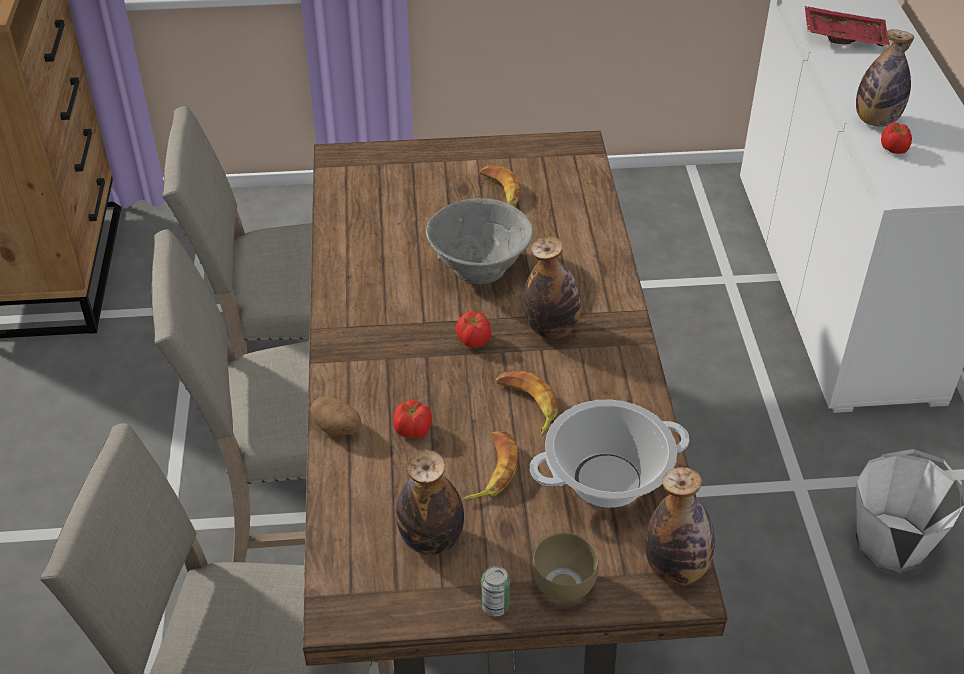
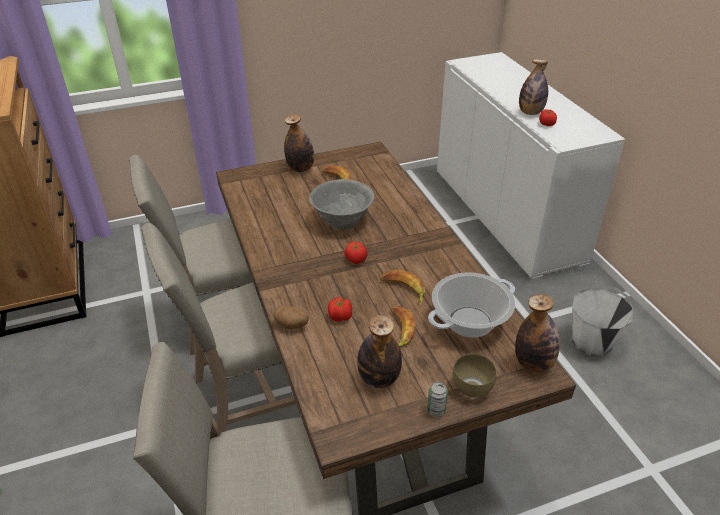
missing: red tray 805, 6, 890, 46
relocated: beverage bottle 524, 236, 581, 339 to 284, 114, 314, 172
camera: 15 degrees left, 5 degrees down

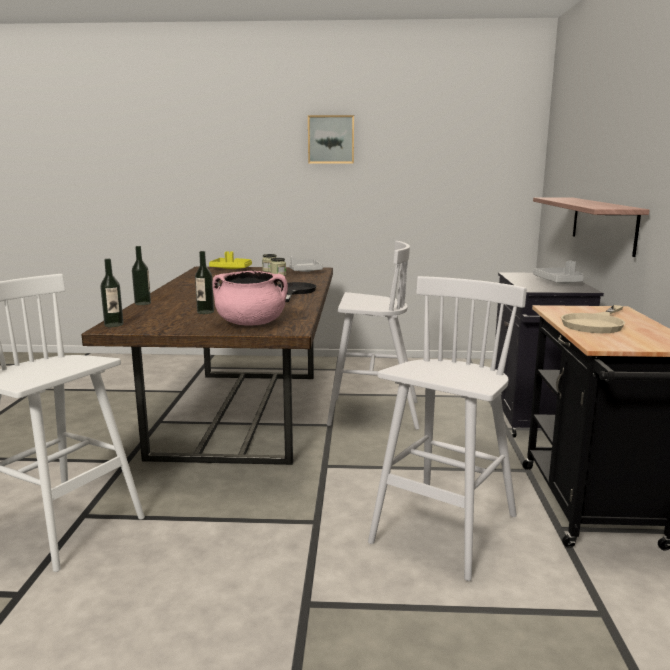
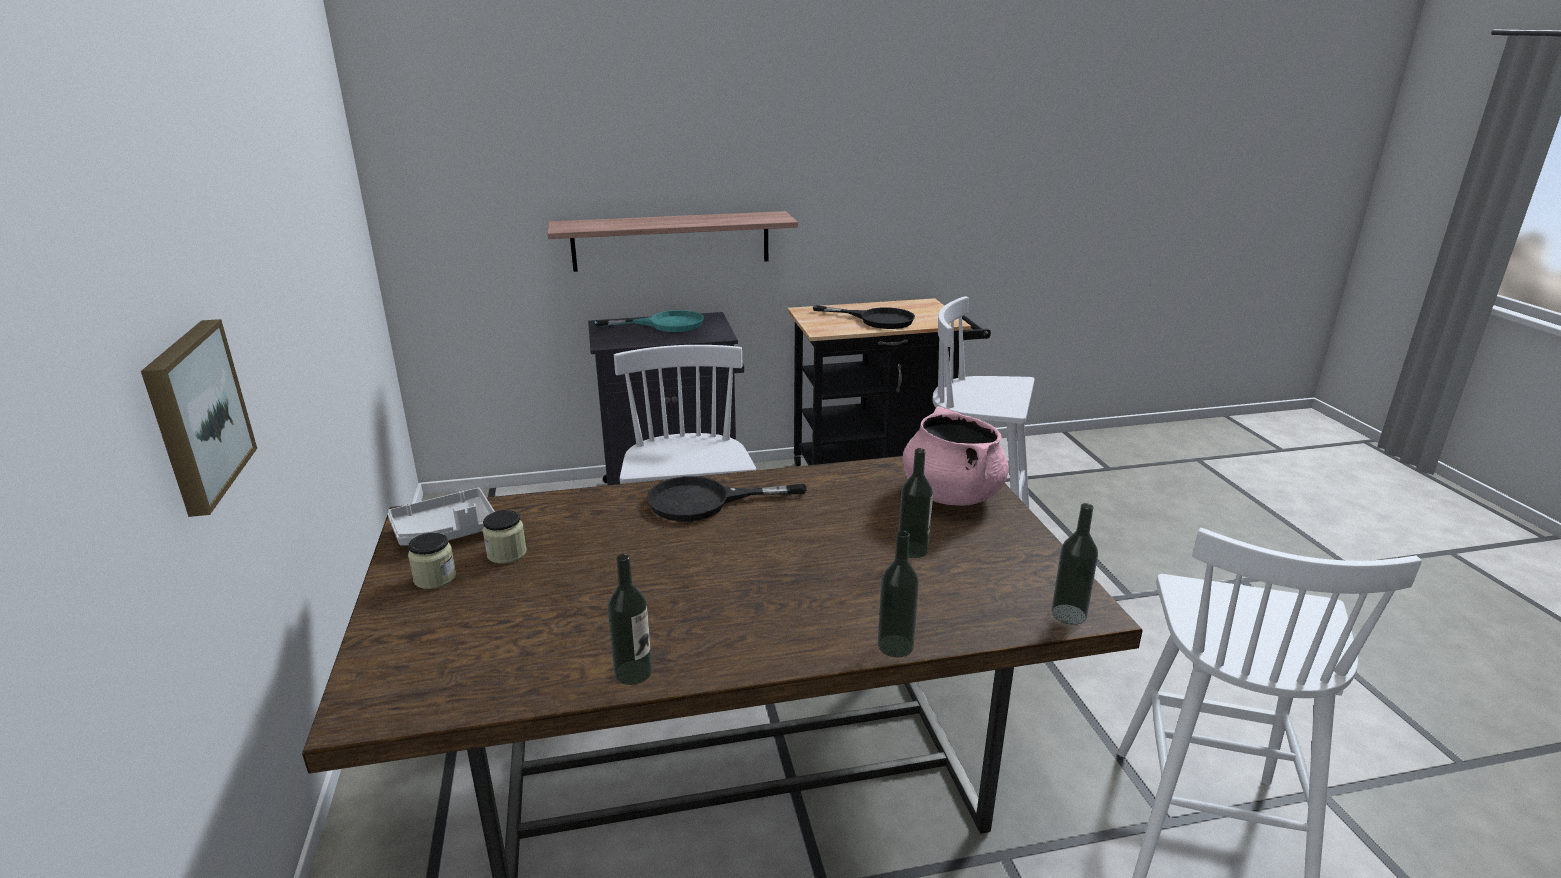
missing: yellow tray 209, 251, 252, 269
appeared: beverage bottle 608, 554, 652, 685
relocated: wall art 308, 115, 354, 164 to 141, 319, 257, 517
exchanged: grey tray 533, 261, 584, 284 to turquoise-coloured pan 595, 310, 704, 332
colour: sand-coloured pan 561, 305, 626, 333 to black-coloured pan 813, 305, 915, 329
camera: 105 degrees left, 10 degrees up

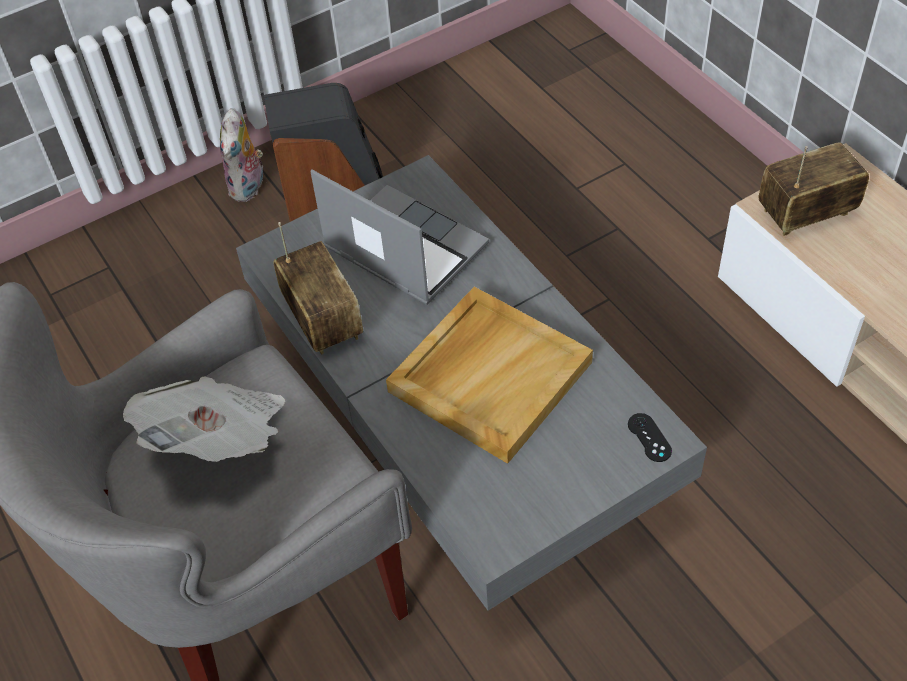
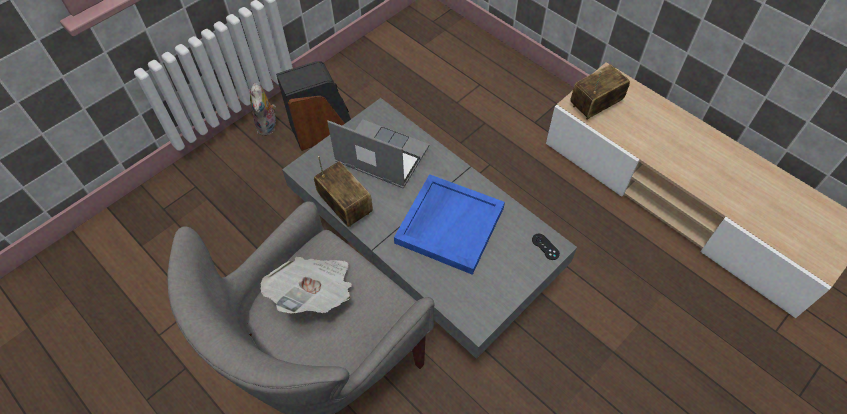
colour: sand-coloured tray 386, 287, 593, 464 to bluish tray 394, 174, 505, 275
camera: 15 degrees left, 5 degrees up

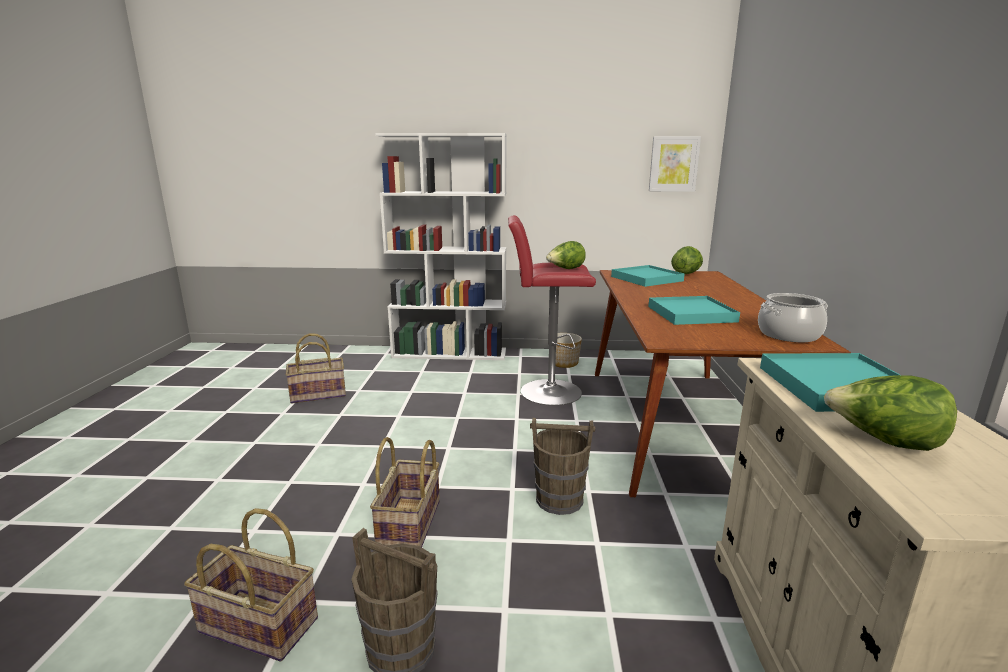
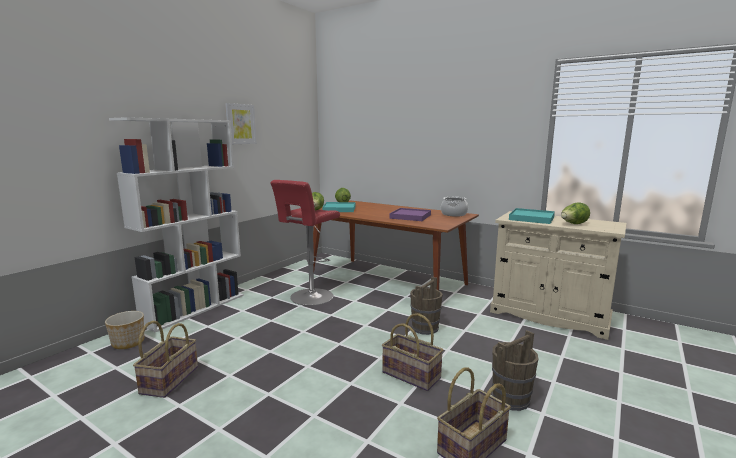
relocated: plant pot 555, 333, 582, 368 to 105, 311, 144, 349; wall art 649, 136, 701, 192 to 225, 103, 257, 144
colour: turquoise-coloured tray 648, 296, 740, 325 to purplish tray 389, 208, 431, 221
camera: 60 degrees left, 5 degrees down

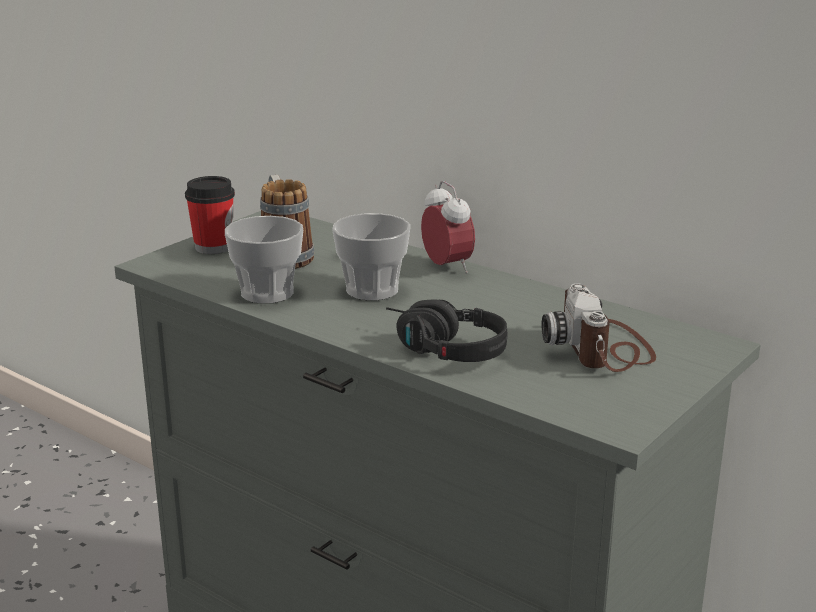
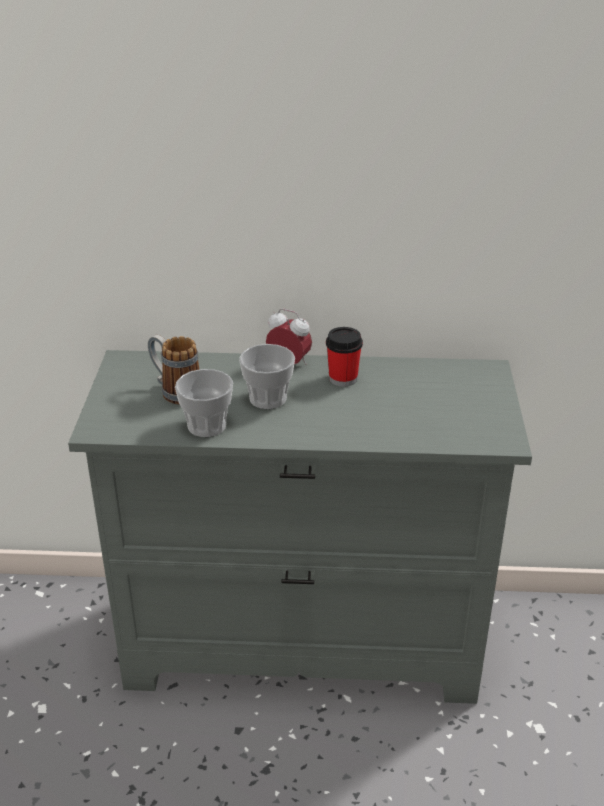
missing: black-coloured headphones 386, 299, 507, 362; photo camera 541, 283, 656, 372
relocated: drinking cup 185, 176, 235, 254 to 326, 327, 363, 387
camera: 35 degrees left, 10 degrees up

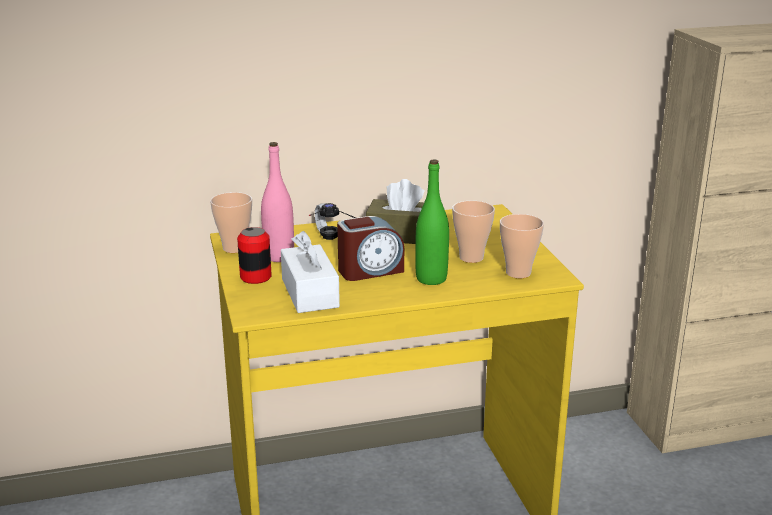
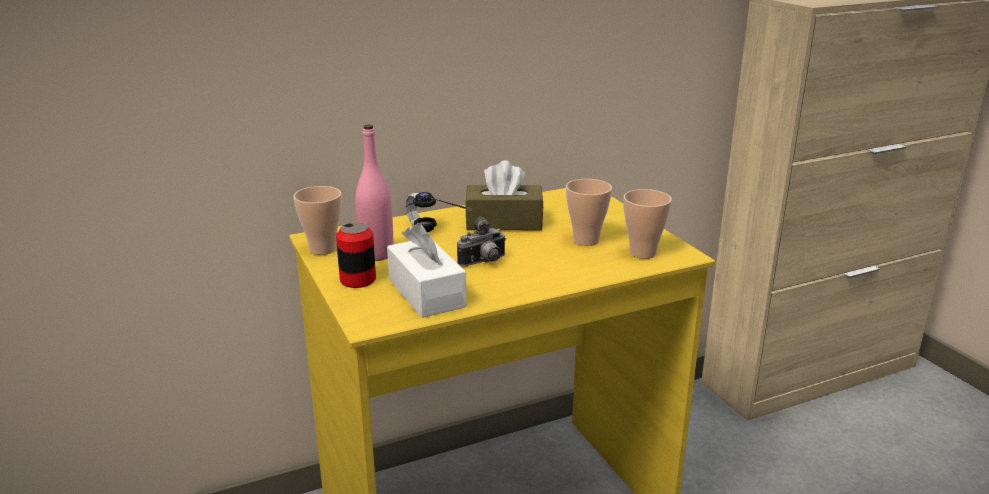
missing: green-coloured beverage bottle 415, 159, 449, 285
exchanged: table clock 337, 216, 404, 281 to photo camera 457, 216, 506, 267
camera: 10 degrees left, 0 degrees up

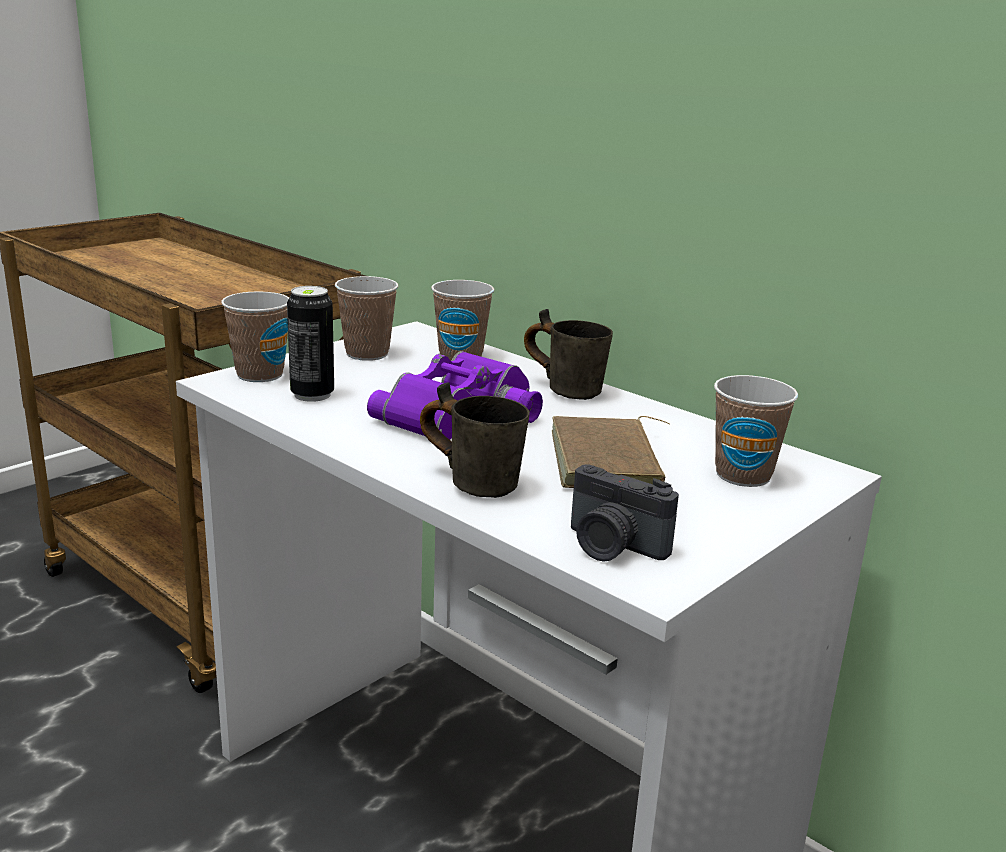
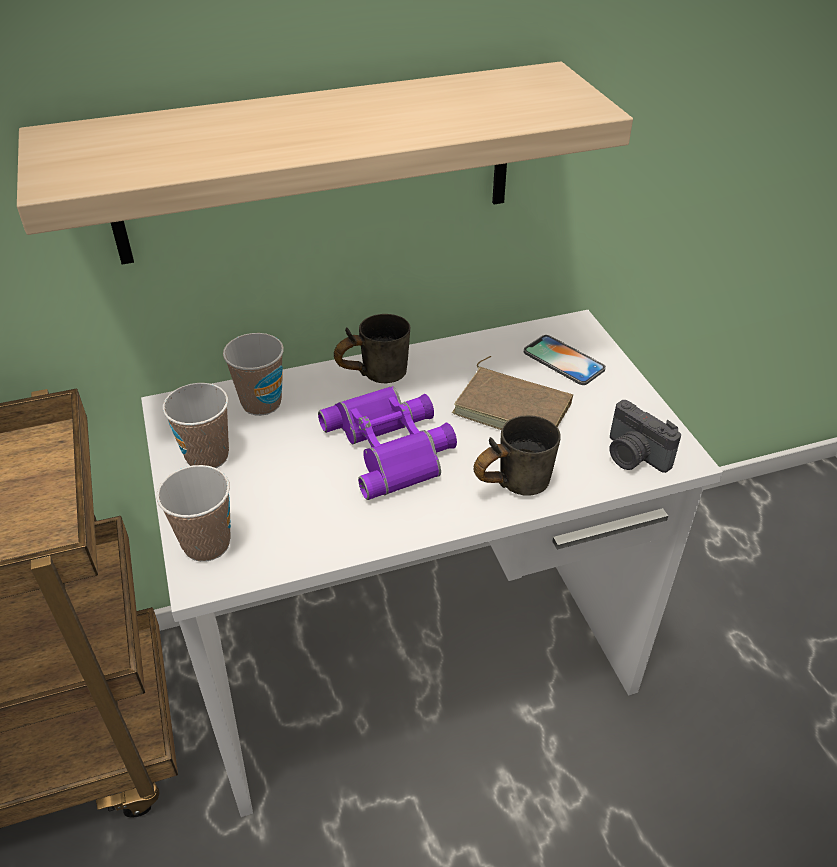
missing: sealed can 287, 286, 334, 402
appeared: bracket shelf 17, 61, 633, 264
exchanged: drinking cup 714, 375, 798, 487 to telephone 524, 335, 606, 385
spun: photo camera 571, 465, 679, 562 = 610, 400, 681, 473 75 degrees clockwise
camera: 60 degrees left, 20 degrees up

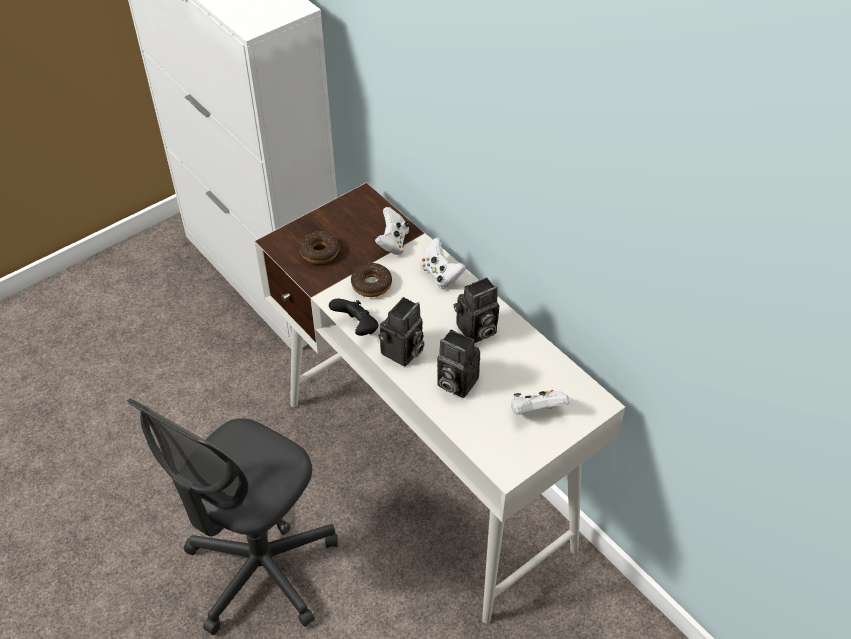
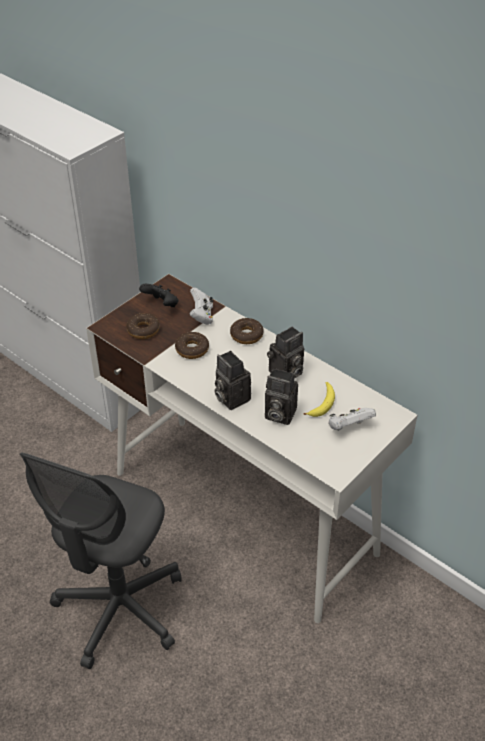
appeared: whole banana 304, 382, 335, 417
relocated: black-coloured gamepad 329, 299, 378, 336 to 139, 284, 179, 307
exchanged: white gamepad 420, 237, 466, 288 to doughnut 230, 318, 264, 344
spun: photo camera 378, 297, 425, 366 = 215, 351, 251, 410 120 degrees clockwise
camera: 10 degrees left, 5 degrees down

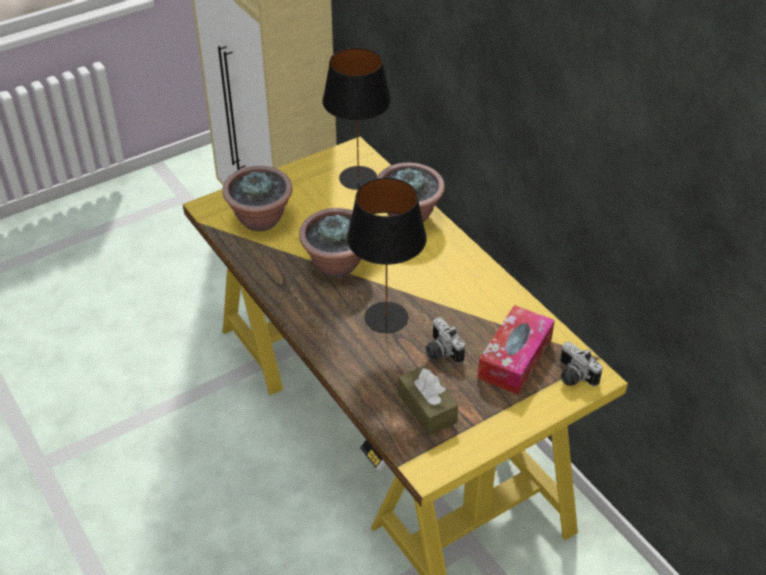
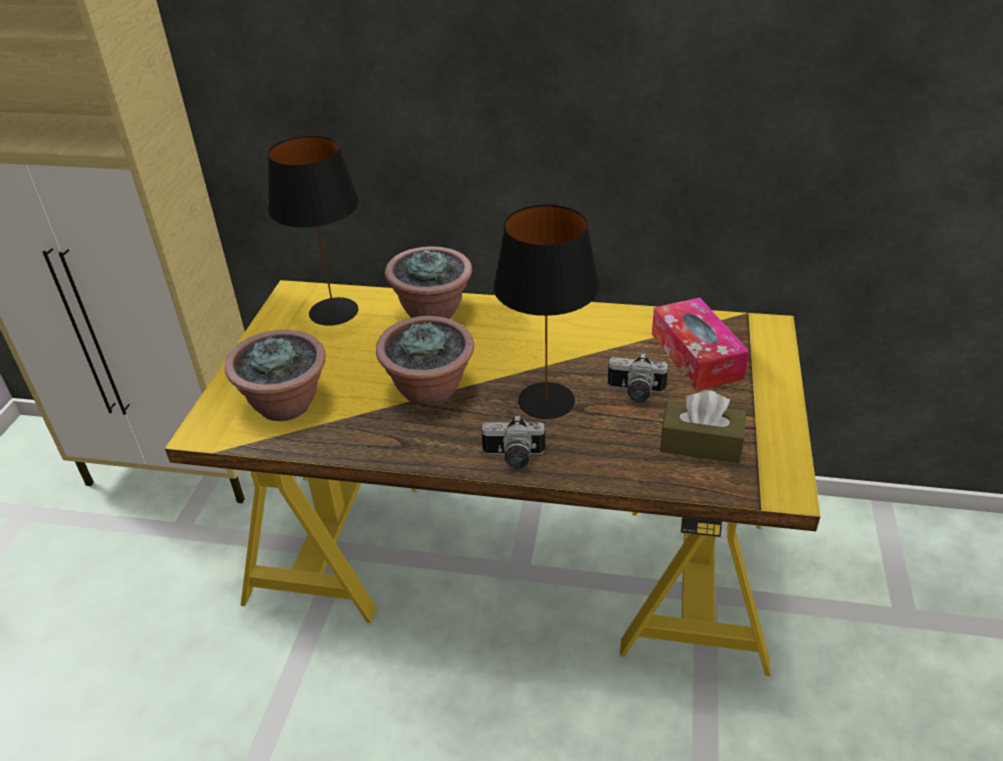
relocated: photo camera 560, 341, 603, 386 to 482, 415, 545, 470
camera: 45 degrees left, 5 degrees down

